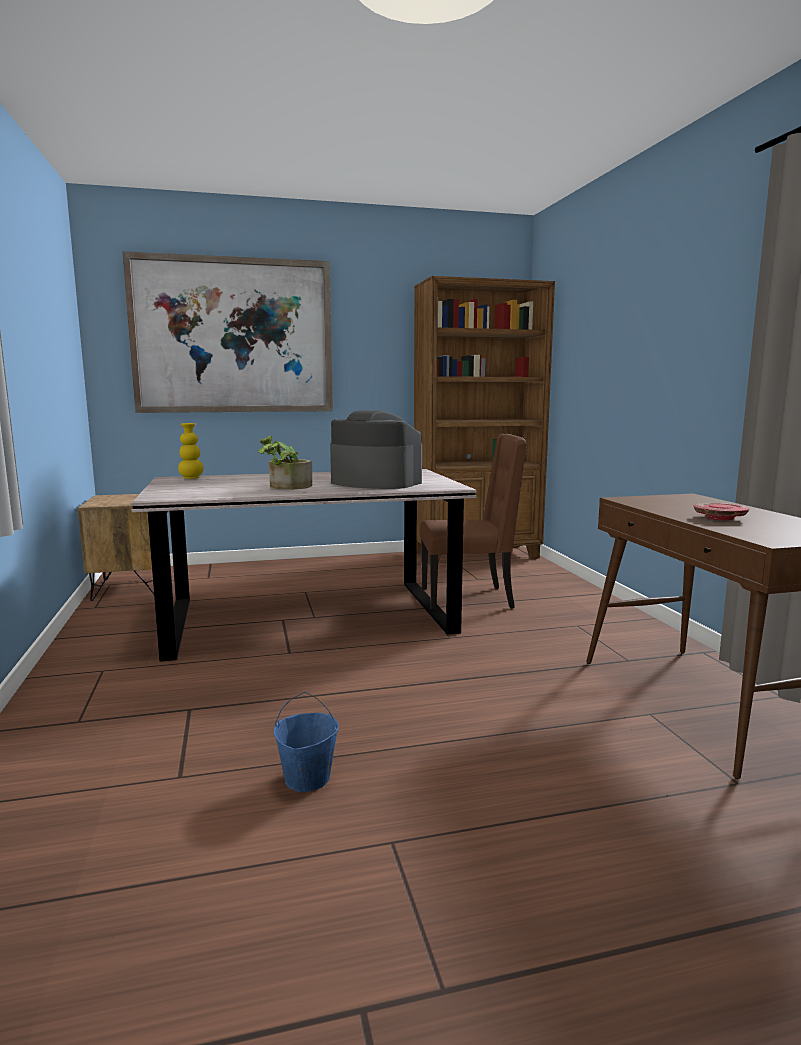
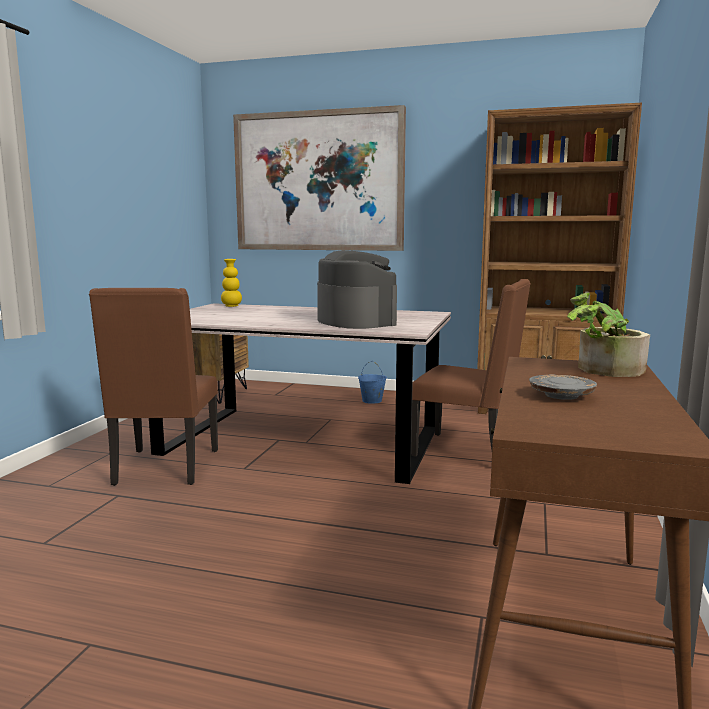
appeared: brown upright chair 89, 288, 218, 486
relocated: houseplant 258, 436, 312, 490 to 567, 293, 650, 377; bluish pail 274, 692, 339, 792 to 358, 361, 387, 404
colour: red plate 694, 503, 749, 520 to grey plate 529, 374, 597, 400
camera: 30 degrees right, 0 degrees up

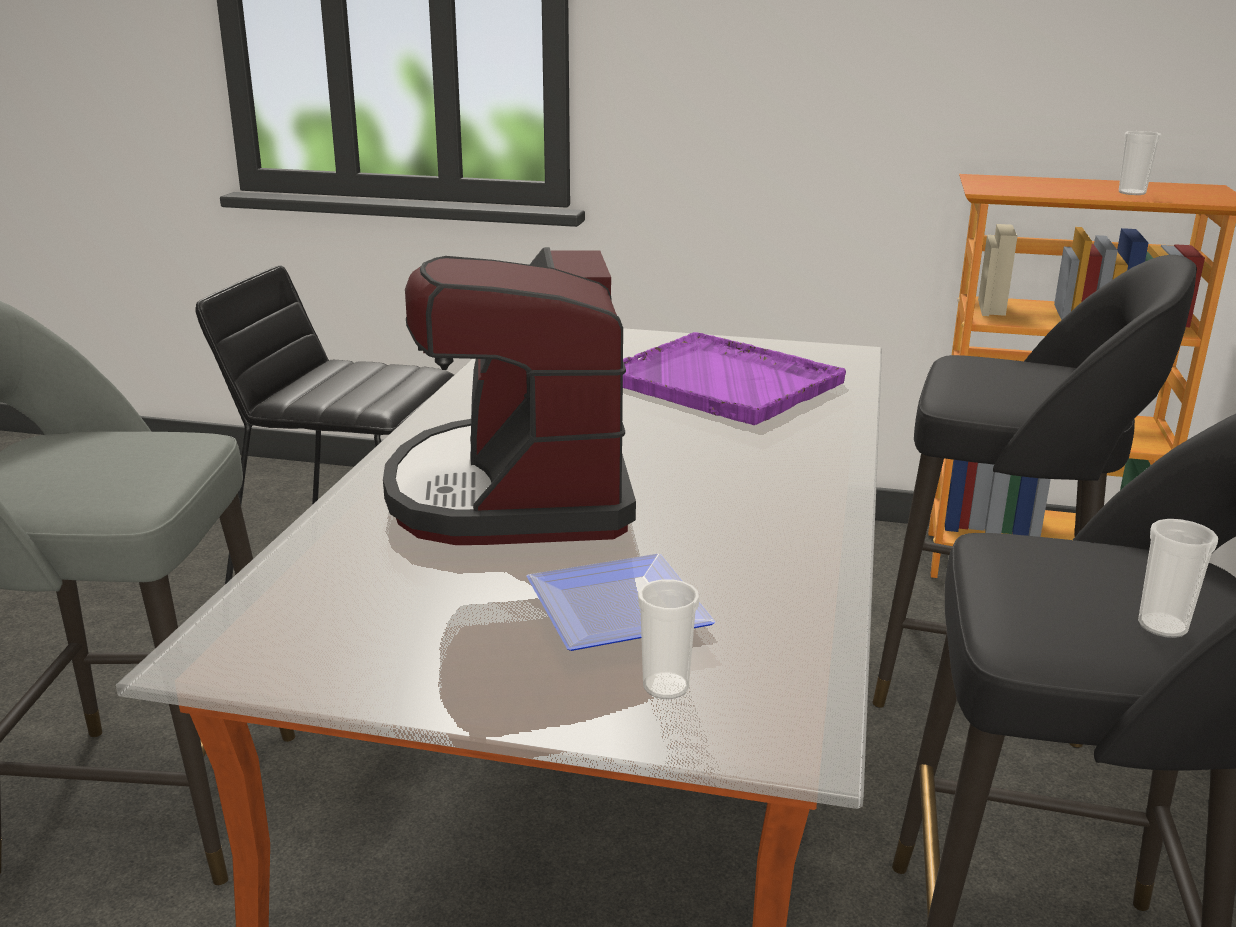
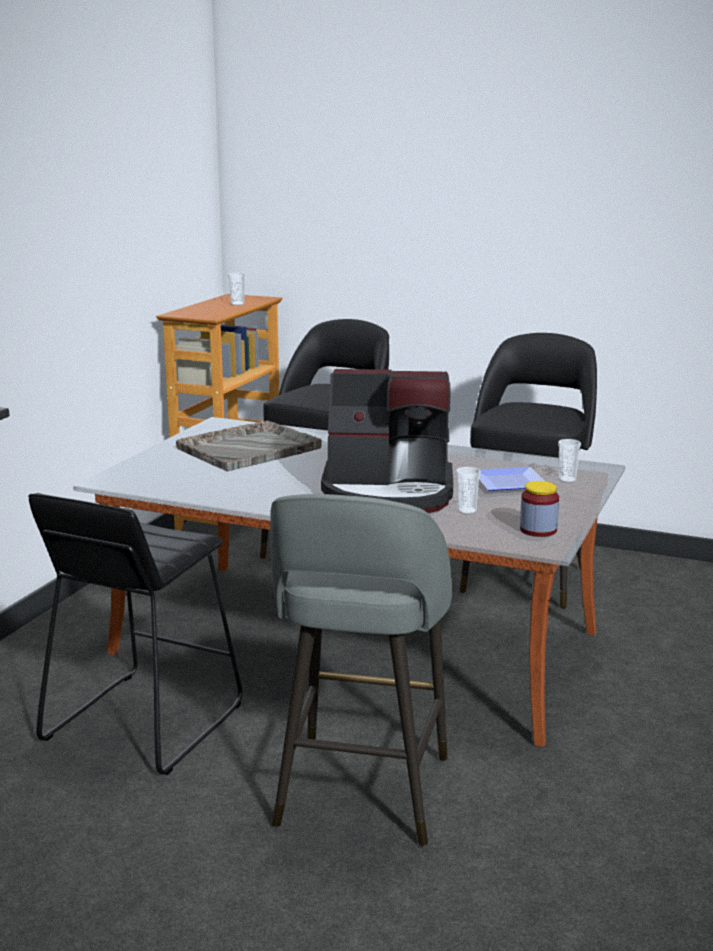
appeared: storage jar 520, 481, 559, 537
relocated: drinking cup 1138, 519, 1218, 638 to 456, 467, 481, 514
colour: purplish tray 623, 332, 846, 425 to grey tray 176, 420, 322, 471
camera: 80 degrees left, 5 degrees down

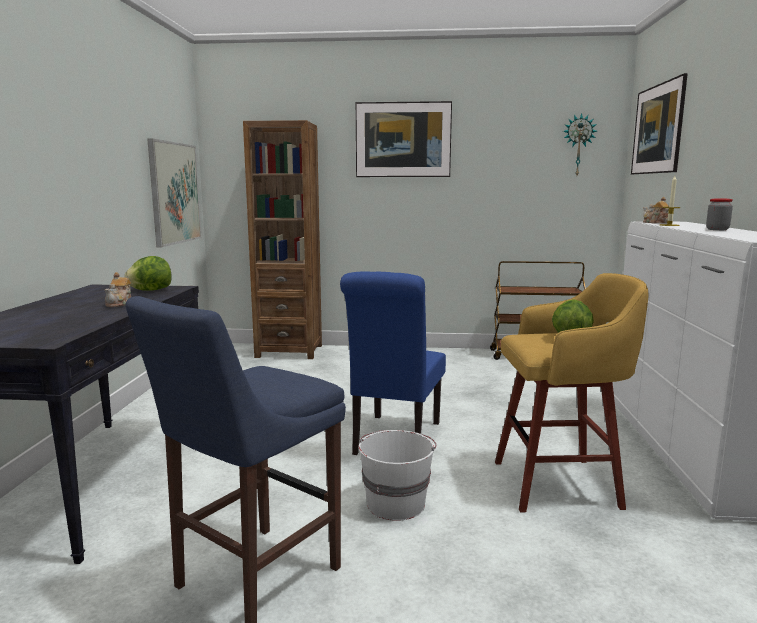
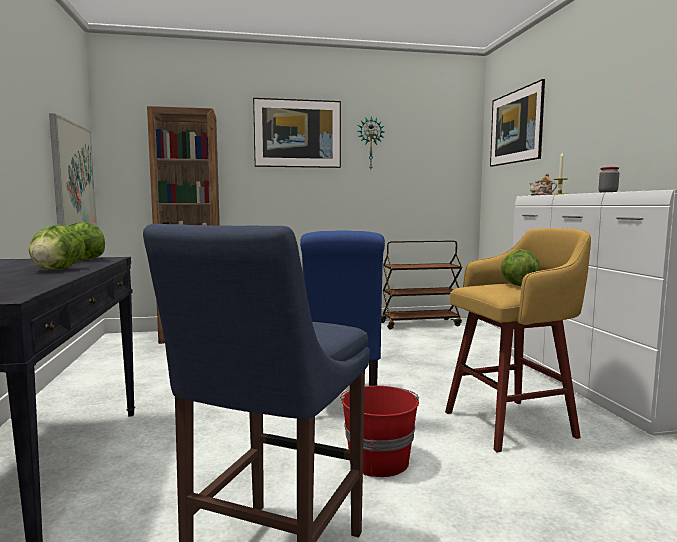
relocated: clock on the wall 563, 113, 597, 175 to 358, 116, 385, 169
exchanged: tea pot 104, 272, 131, 307 to head of lettuce 29, 225, 85, 270
colour: white pail 359, 430, 436, 521 to red pail 340, 386, 419, 477
camera: 15 degrees left, 5 degrees down

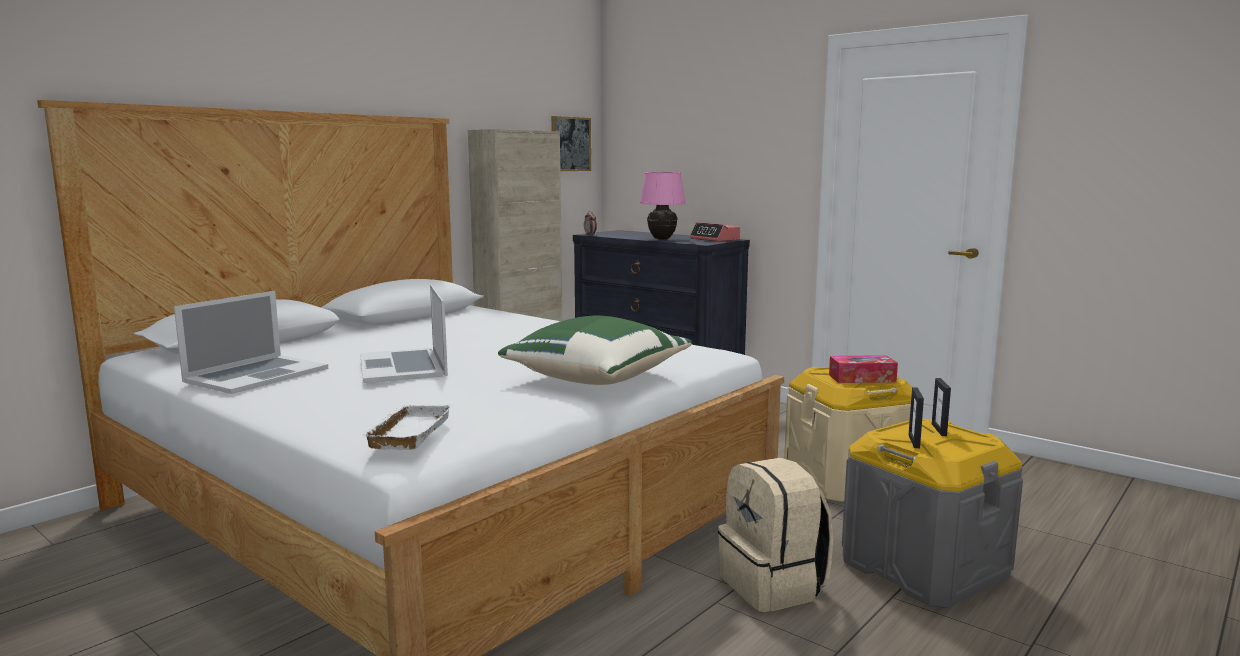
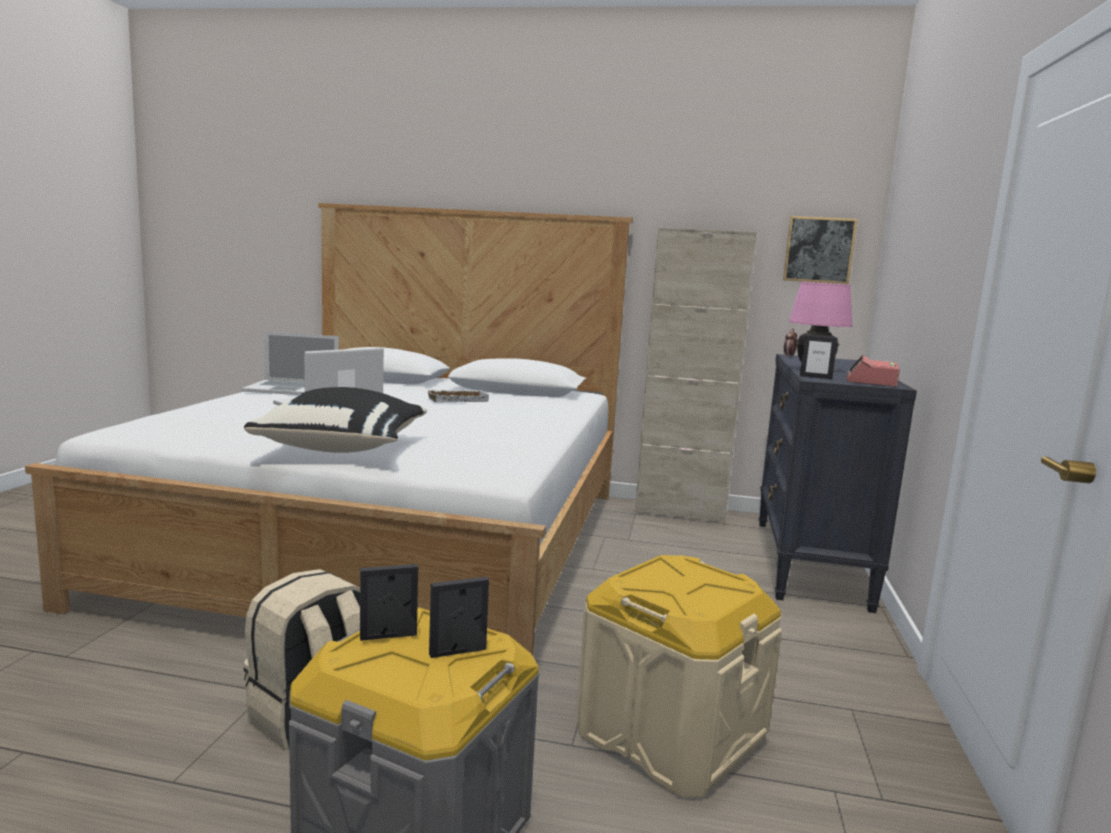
missing: tissue box 829, 355, 898, 383
appeared: standing frame 800, 335, 838, 379
relocated: white tray 360, 405, 451, 450 to 426, 390, 490, 403
colour: green-coloured throw pillow 498, 316, 692, 385 to black-coloured throw pillow 244, 387, 427, 453
camera: 60 degrees right, 0 degrees up

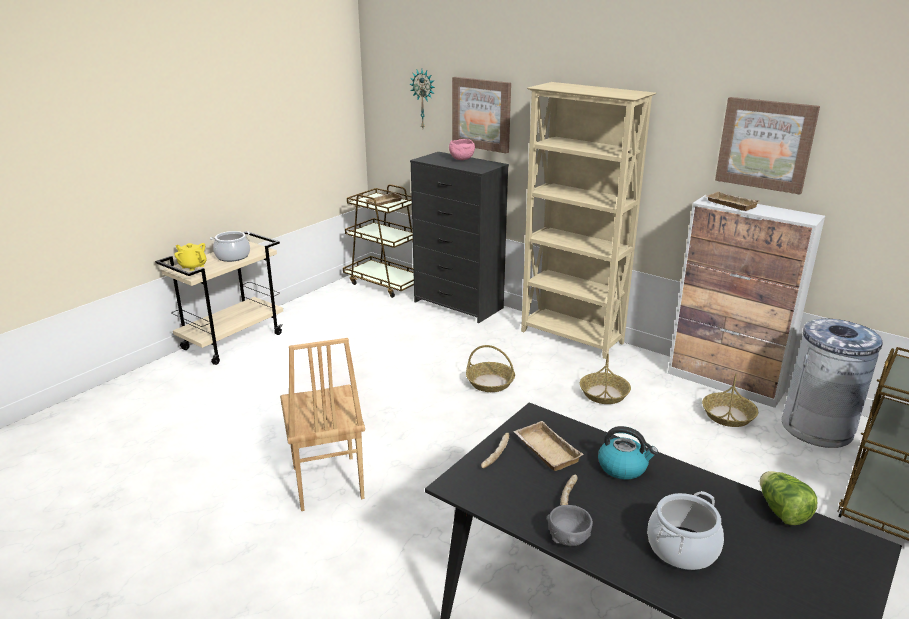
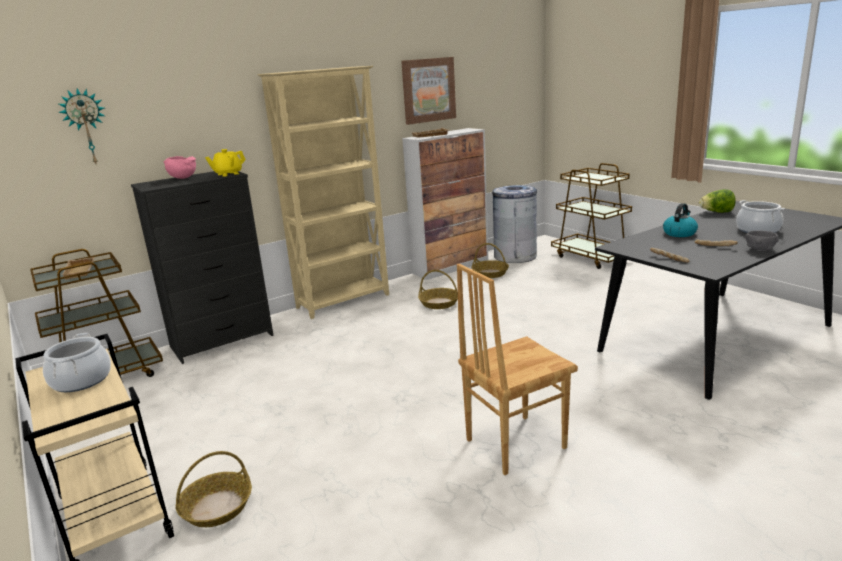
missing: wall art 452, 77, 511, 153; sand-coloured tray 513, 421, 584, 471
relocated: yellow tea pot 174, 243, 207, 271 to 205, 149, 246, 177; household basket 466, 345, 515, 392 to 175, 451, 252, 527
spun: brown upright chair 280, 338, 365, 511 = 457, 263, 578, 475 150 degrees clockwise
camera: 70 degrees left, 5 degrees down

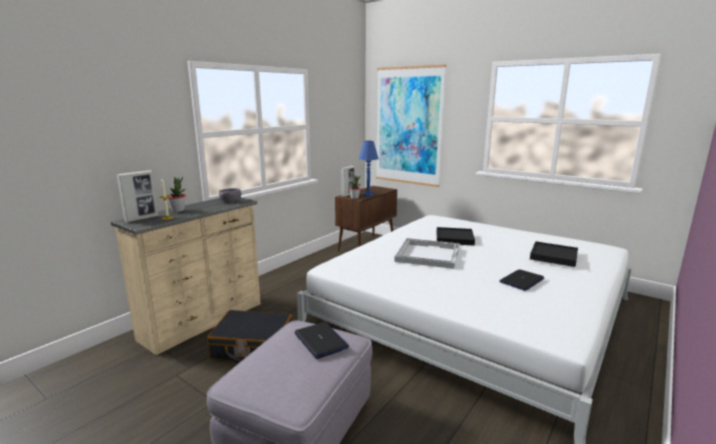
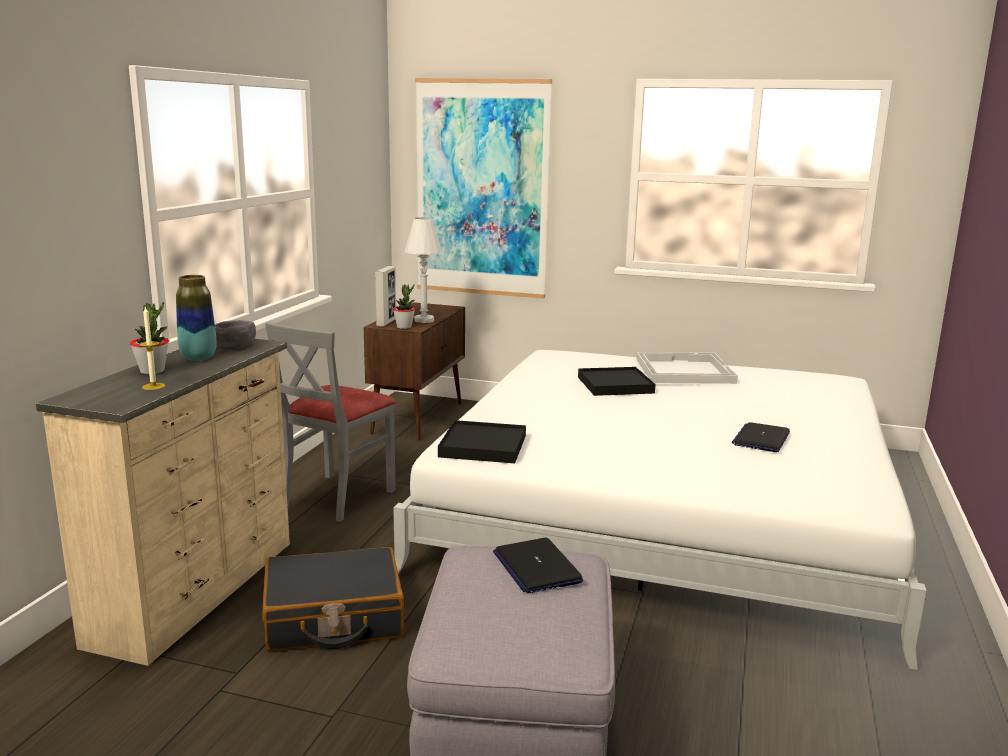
missing: standing frame 117, 170, 159, 222
appeared: decorative vase 176, 275, 217, 361; grey upright chair 265, 322, 396, 522
relocated: white tray 394, 238, 460, 269 to 636, 352, 738, 384; black-coloured tray 530, 241, 578, 267 to 438, 420, 526, 463
colour: bluish lamp for a table 359, 141, 379, 197 to white lamp for a table 405, 217, 443, 323
spun: notebook computer 294, 322, 349, 359 = 493, 538, 583, 593 150 degrees counterclockwise
camera: 20 degrees left, 0 degrees up

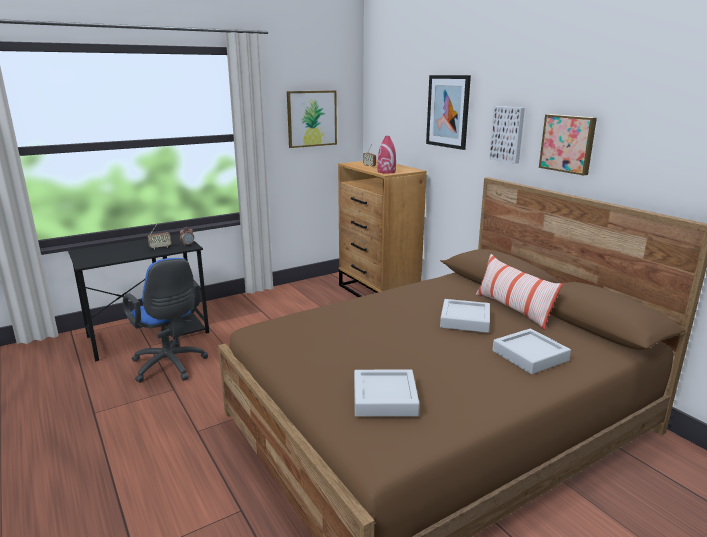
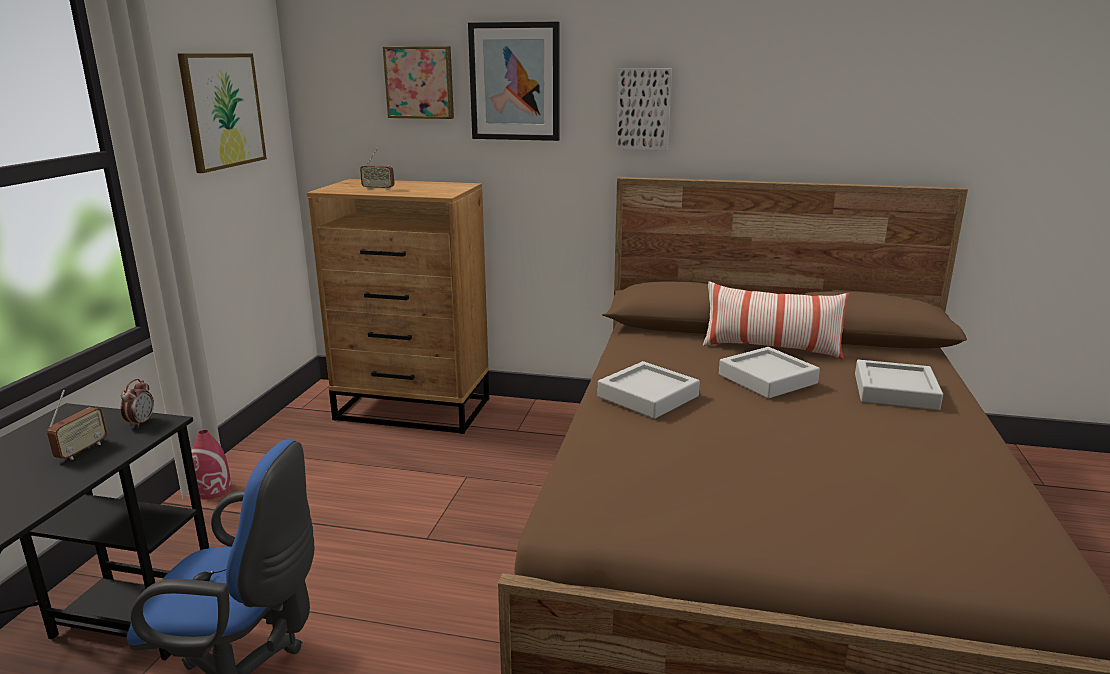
relocated: grey tray 354, 370, 420, 417 to 598, 361, 700, 419; red decorative vase 378, 136, 396, 174 to 192, 430, 232, 499; wall art 539, 114, 597, 176 to 383, 46, 454, 119
camera: 45 degrees left, 0 degrees up

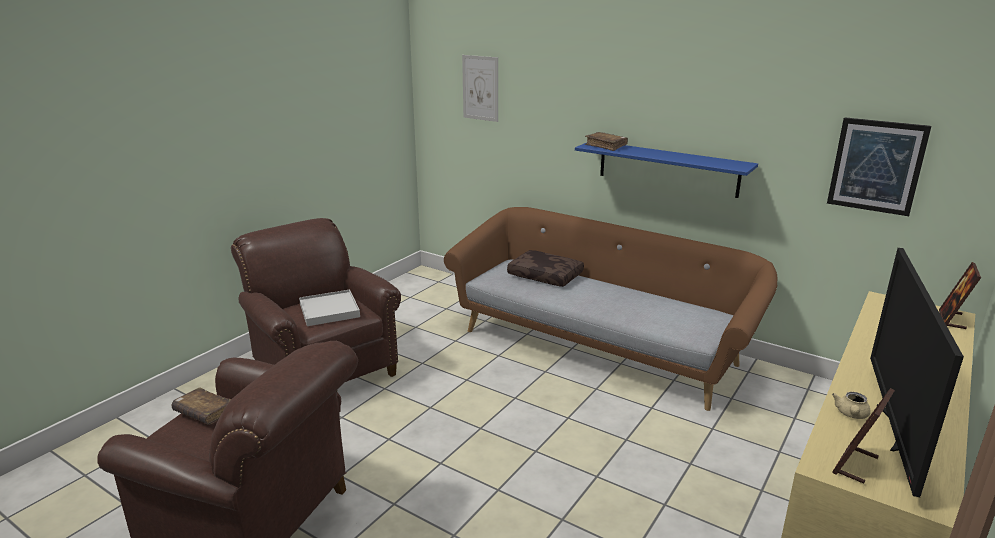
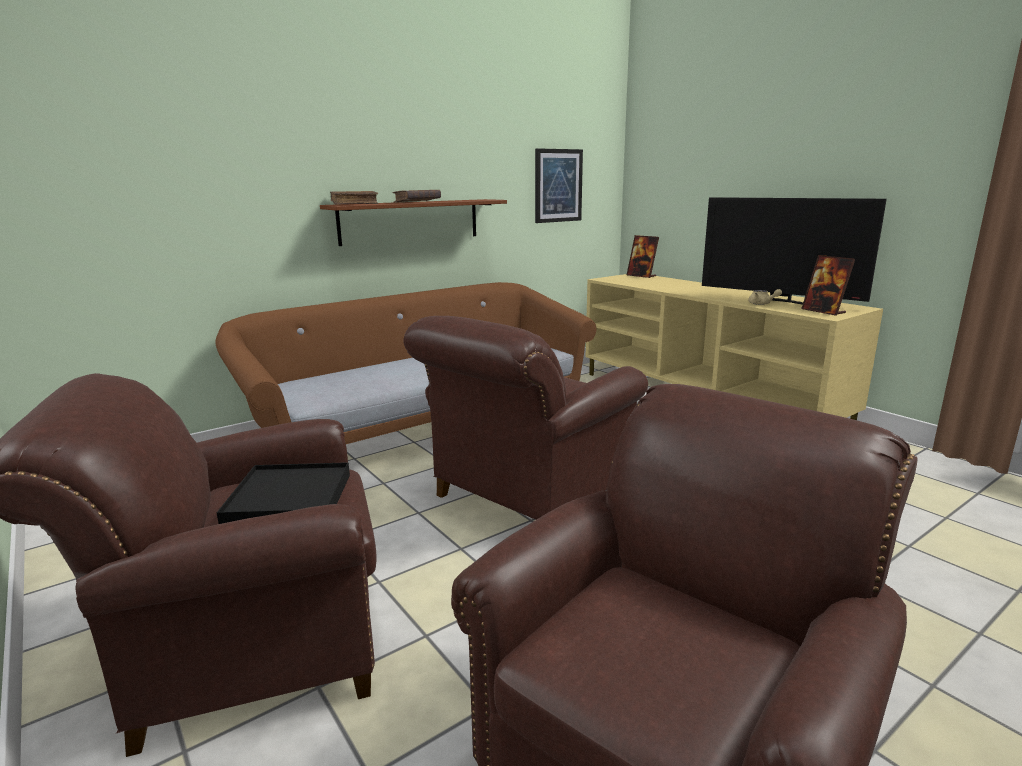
missing: wall art 462, 55, 498, 122; brown throw pillow 507, 250, 584, 287
appeared: brown easy chair 403, 316, 648, 520
relocated: brown bound book 172, 387, 231, 425 to 393, 190, 441, 202
colour: white tray 299, 290, 360, 326 to black-coloured tray 217, 462, 350, 524; bluish bracket shelf 575, 143, 758, 198 to brown bracket shelf 320, 199, 507, 246
camera: 70 degrees left, 5 degrees down

